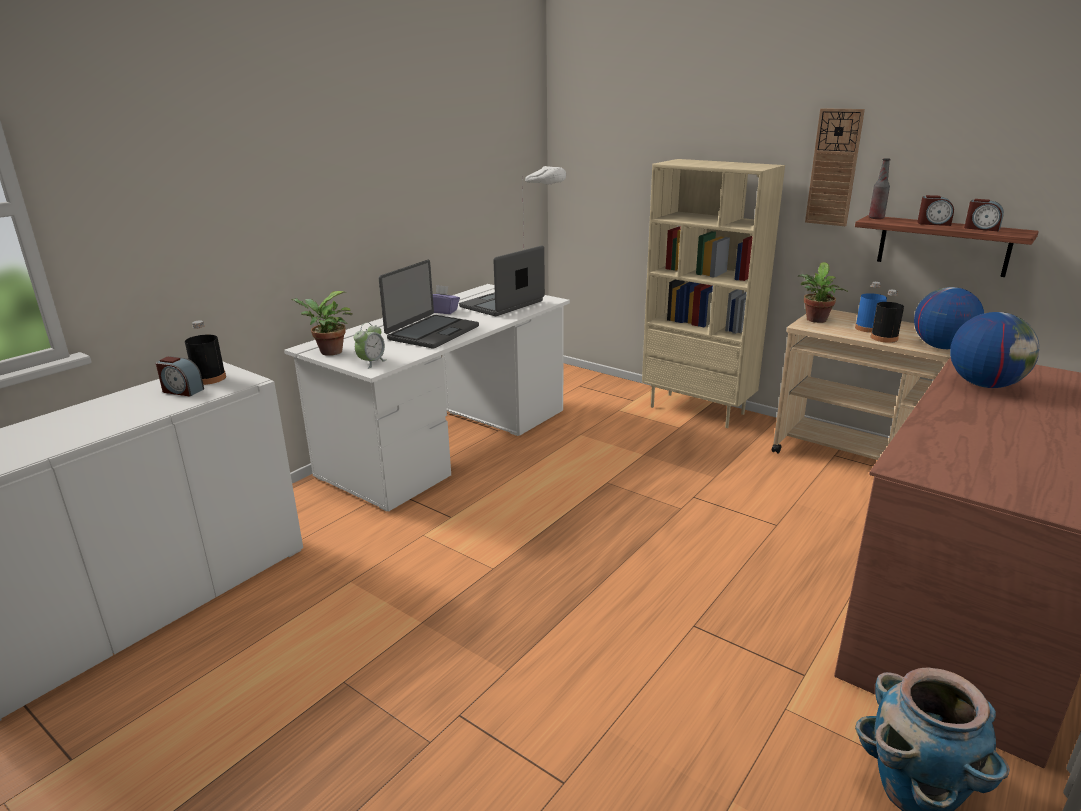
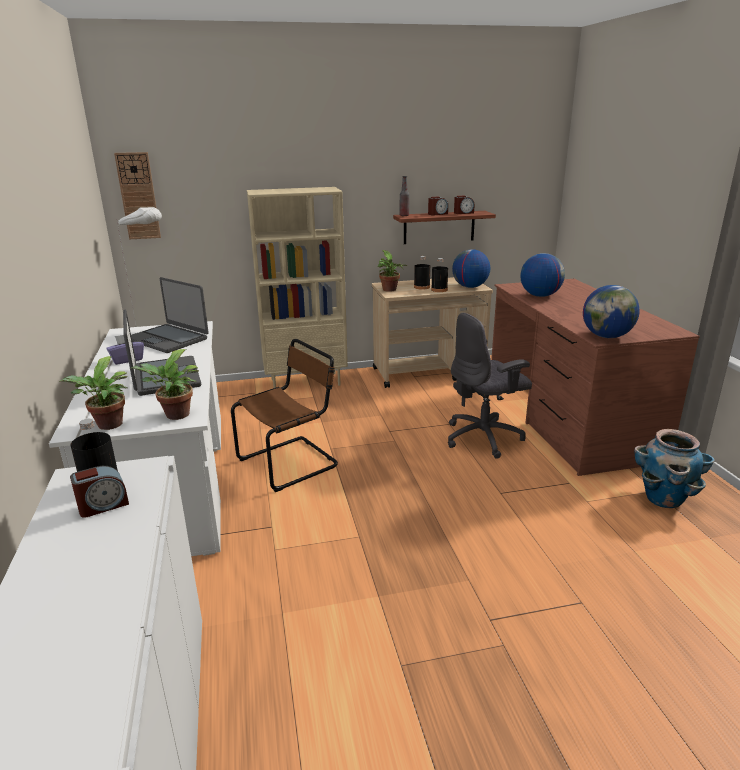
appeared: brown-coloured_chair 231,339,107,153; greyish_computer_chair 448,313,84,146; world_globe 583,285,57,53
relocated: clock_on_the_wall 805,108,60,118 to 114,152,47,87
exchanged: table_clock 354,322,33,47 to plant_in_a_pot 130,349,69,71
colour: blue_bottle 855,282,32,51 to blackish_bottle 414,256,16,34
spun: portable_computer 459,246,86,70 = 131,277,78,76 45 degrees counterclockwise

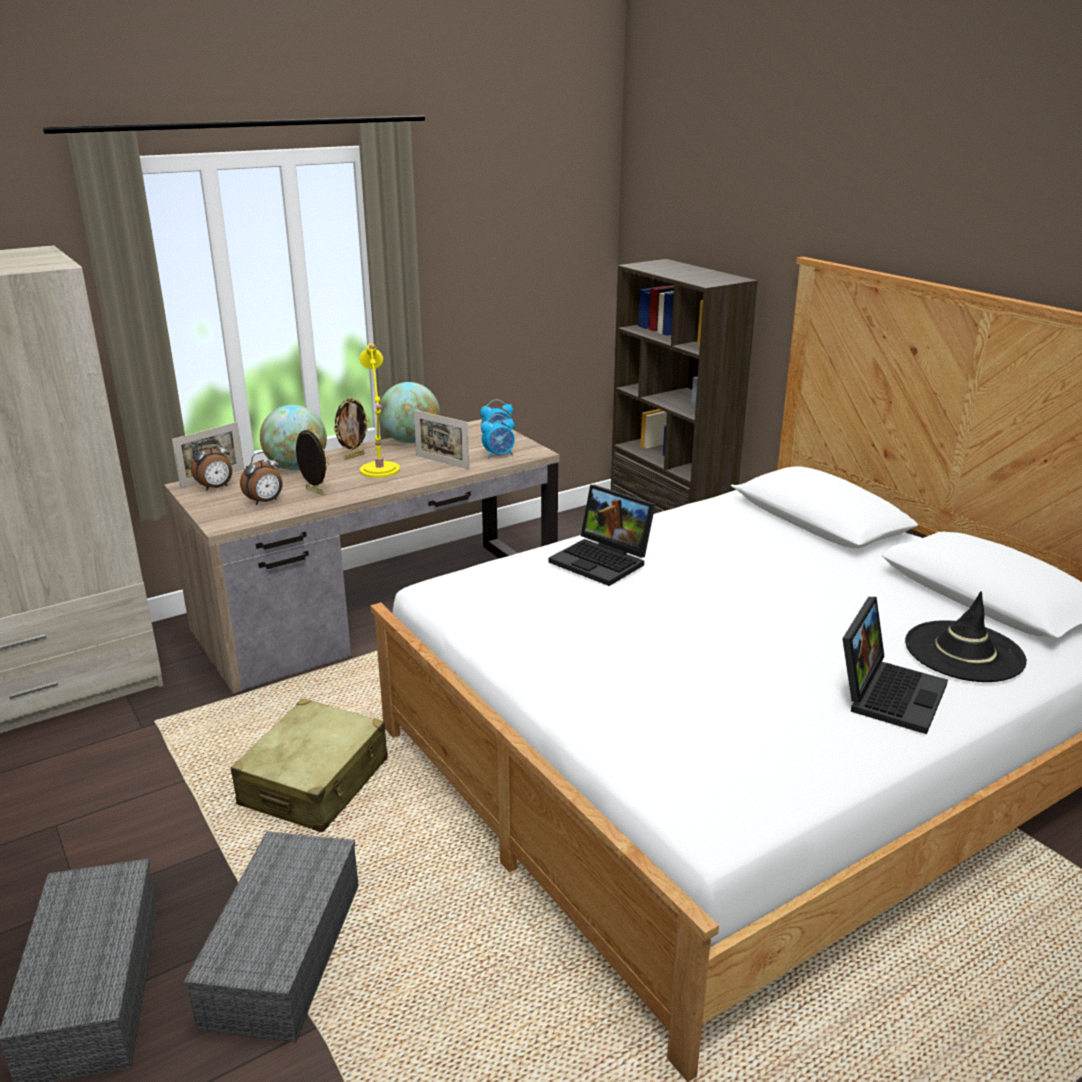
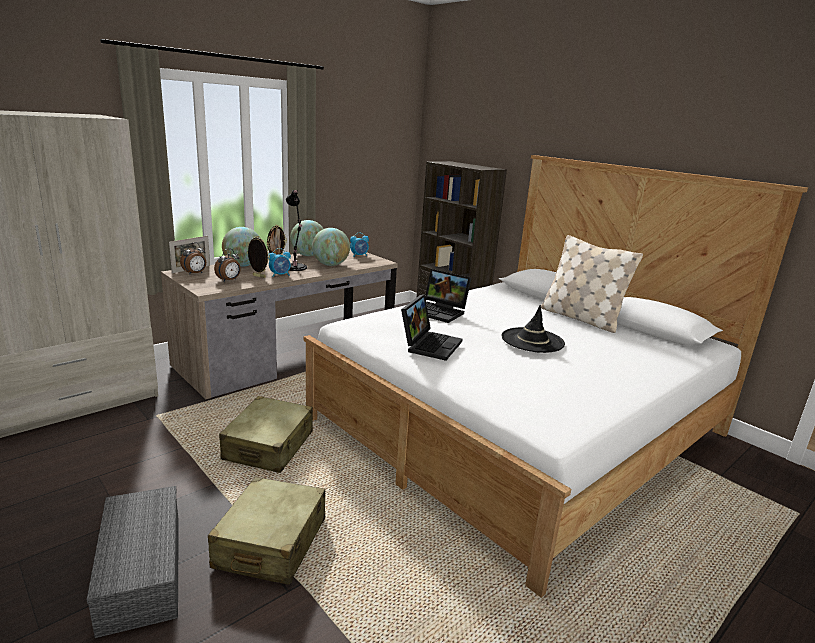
appeared: sand-coloured_pillow 541,235,102,98
relocated: table_clock 481,414,34,45 to 268,248,23,29; portable_computer 842,597,106,137 to 401,294,61,67; blackish_wearable_hat 905,591,122,91 to 502,305,63,48
exchanged: greyish_storage_box 184,831,175,212 to sand-coloured_piece_of_luggage 208,477,117,108; photo_frame 414,410,55,59 to world_globe 312,228,38,38
colour: yellow-coloured_tabletop_lamp 359,343,41,135 to blackish_tabletop_lamp 286,190,21,81

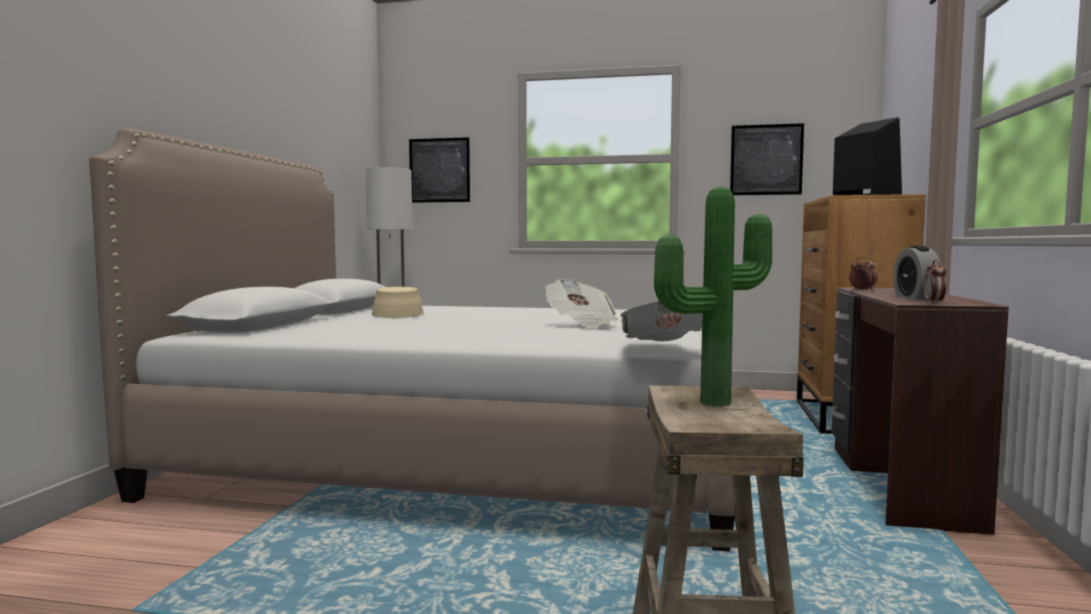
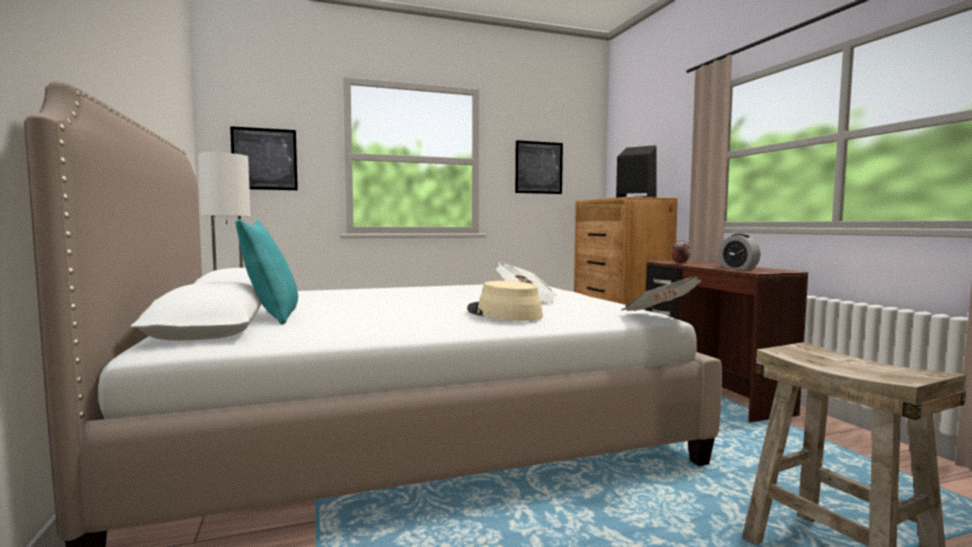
missing: plant_in_a_pot 654,187,118,220; table_clock 924,260,22,43
appeared: blue-green_pillow 235,219,63,105
relocated: sand-coloured_wearable_hat 372,287,52,31 to 467,281,76,40

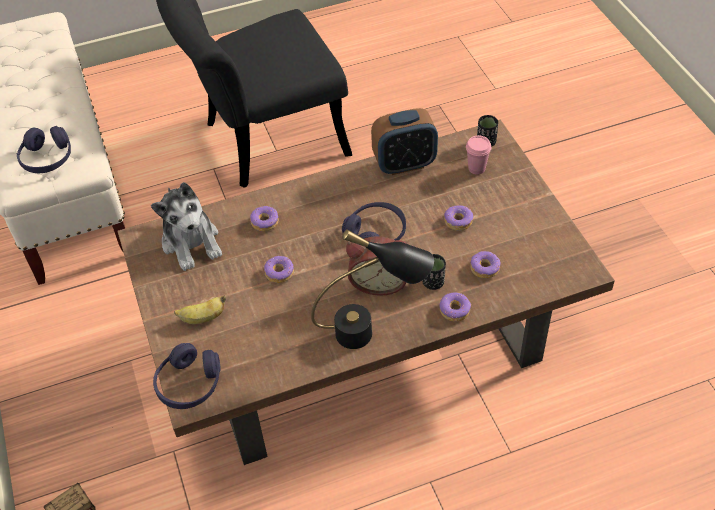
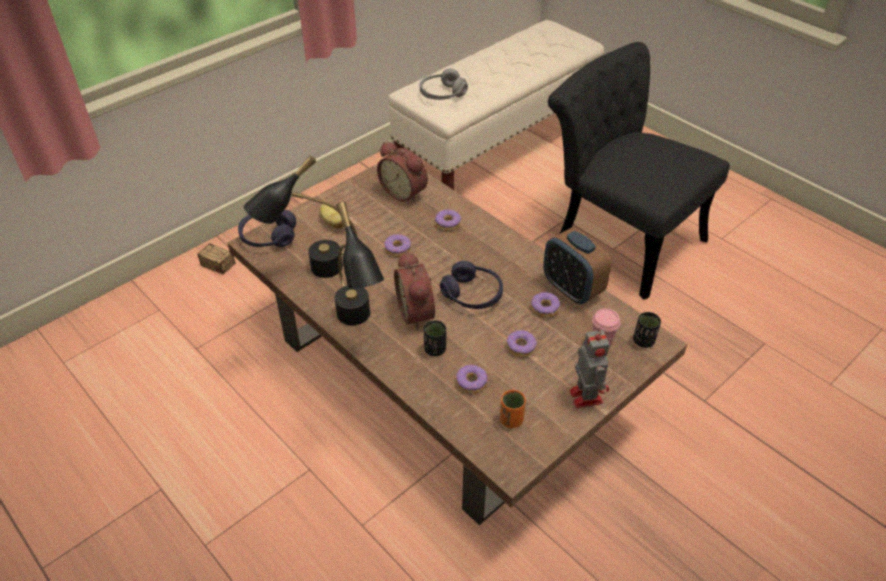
appeared: blackish_tabletop_lamp 244,155,114,123; orangey_small_cup 500,390,26,38; toy_robot 569,328,41,80
relocated: donut 440,292,31,30 to 531,292,29,26
exchanged: cuddly_toy 151,182,71,89 to table_clock 377,142,51,61
colour: purple-coloured_pair_of_headphones 17,126,54,47 to greyish_pair_of_headphones 420,69,48,31

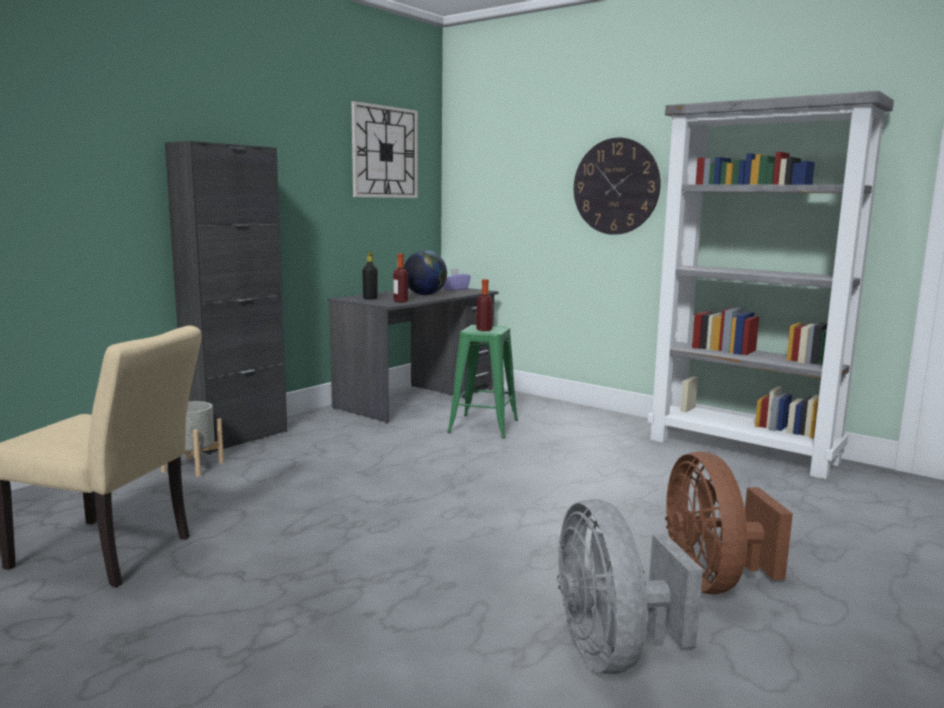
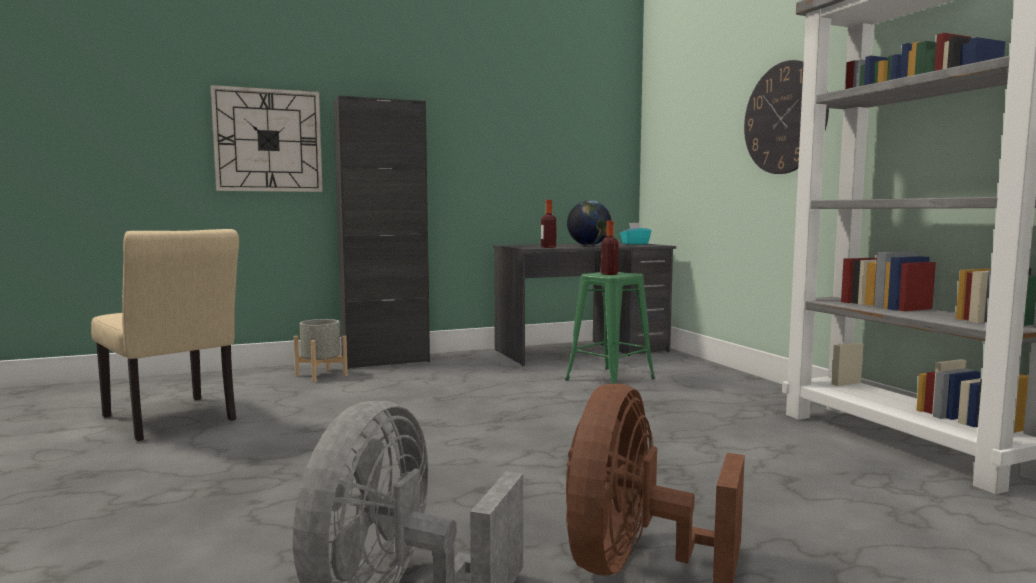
missing: blackish_bottle 362,252,16,48
relocated: clock_on_the_wall 351,101,67,97 to 210,85,113,107
colour: purple-coloured_box_of_tissues 443,268,28,23 to blue-green_box_of_tissues 620,223,31,22

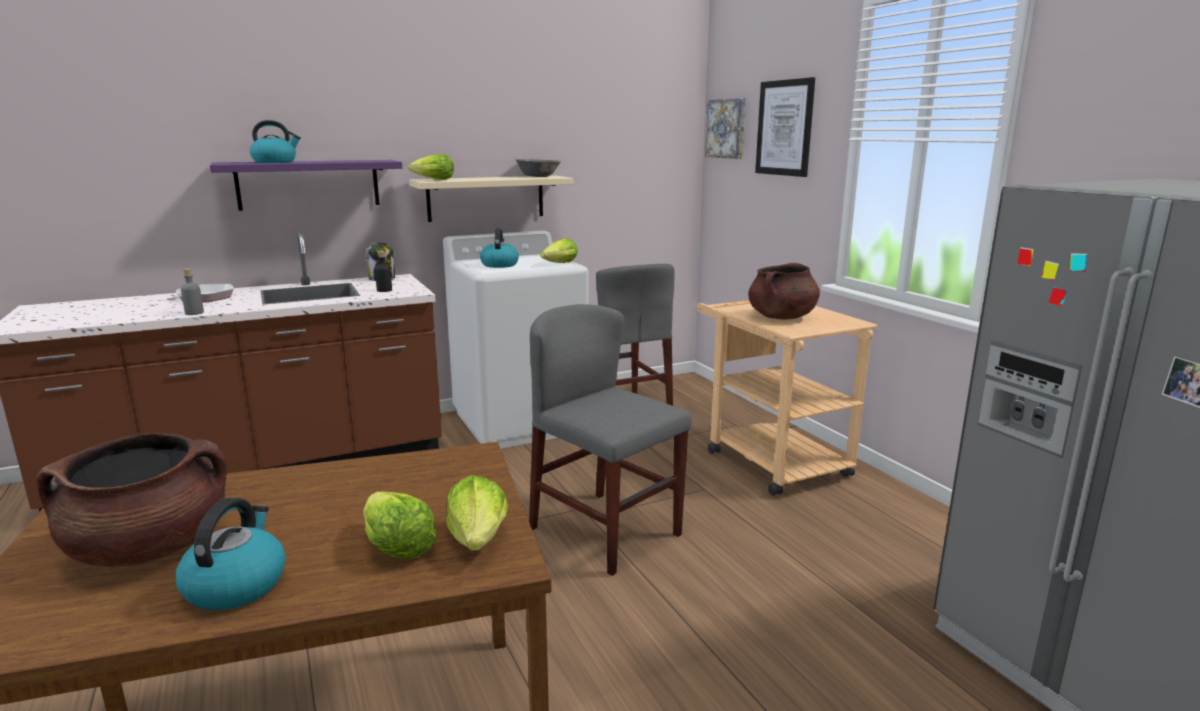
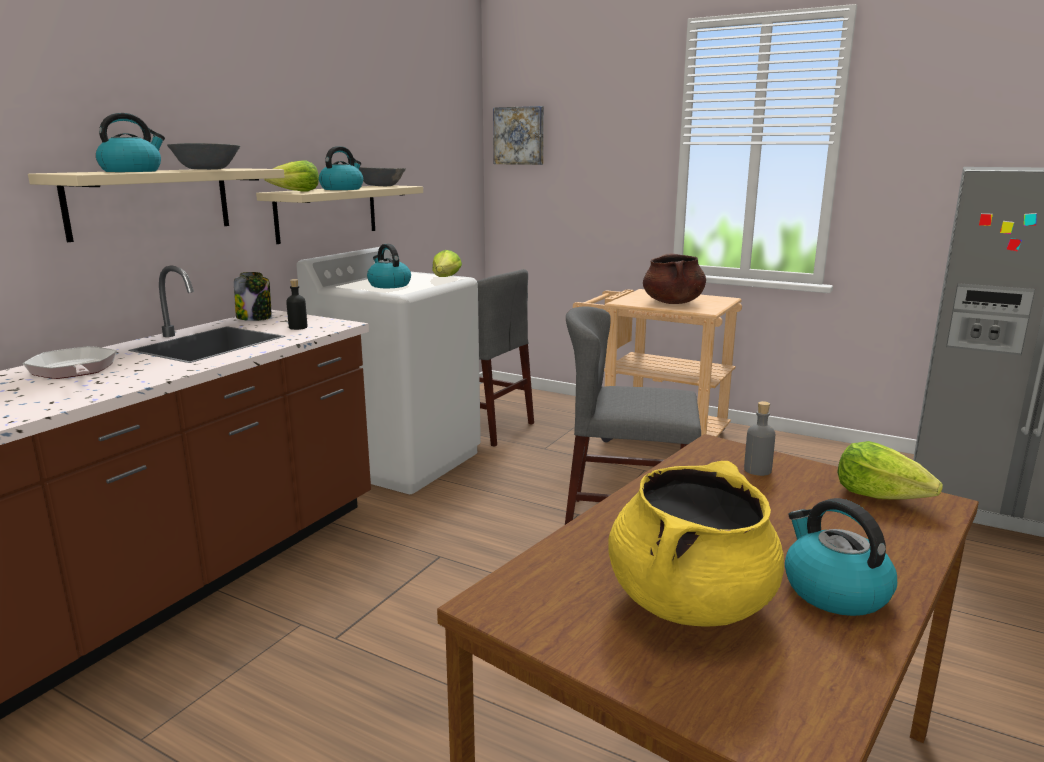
missing: lettuce 363,492,73,68; picture 755,77,60,100
appeared: greyish_bowl 167,143,73,27; kettle 319,146,44,44
relocated: greyish_bottle 181,268,23,47 to 744,401,31,75
colour: purple-coloured_wall_shelf 210,160,192,51 to sand-coloured_wall_shelf 28,168,257,74; brown-coloured_saucepot 36,433,192,134 to yellow-coloured_saucepot 608,461,176,165

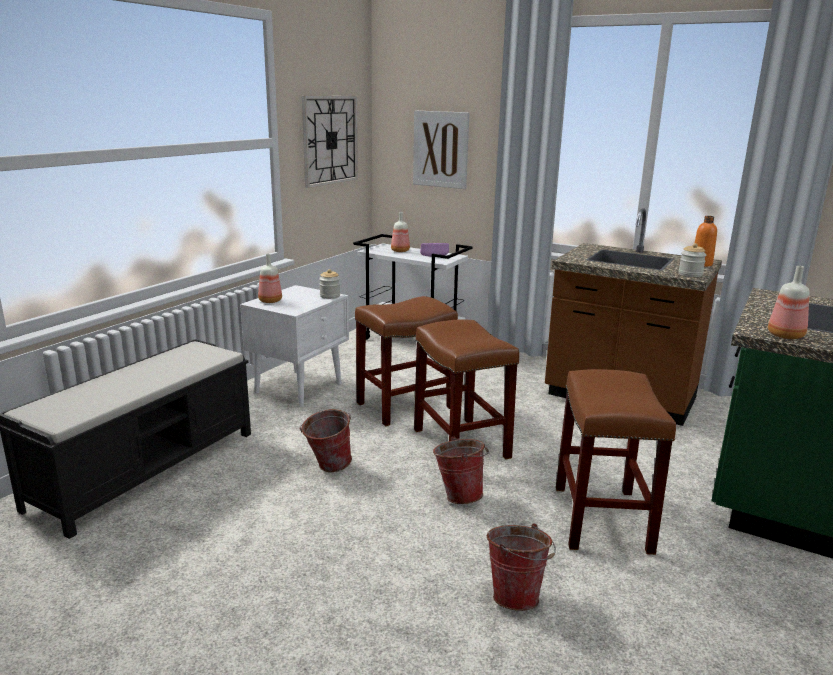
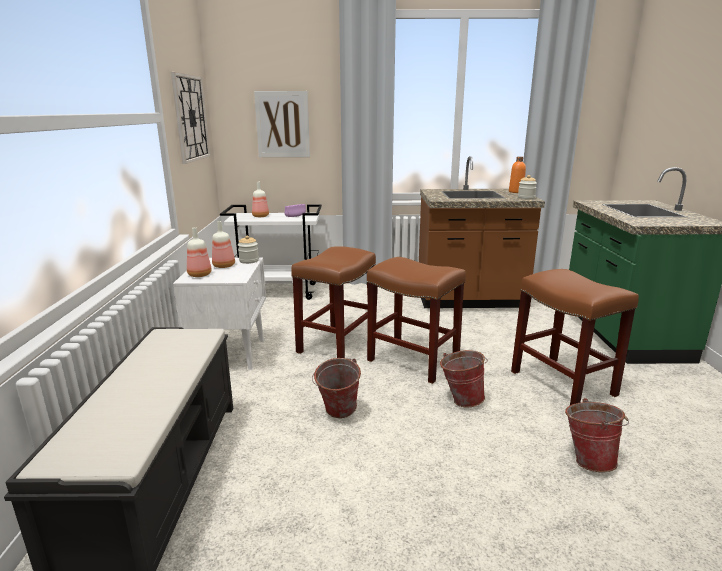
relocated: bottle 768,266,41,73 to 212,221,23,47

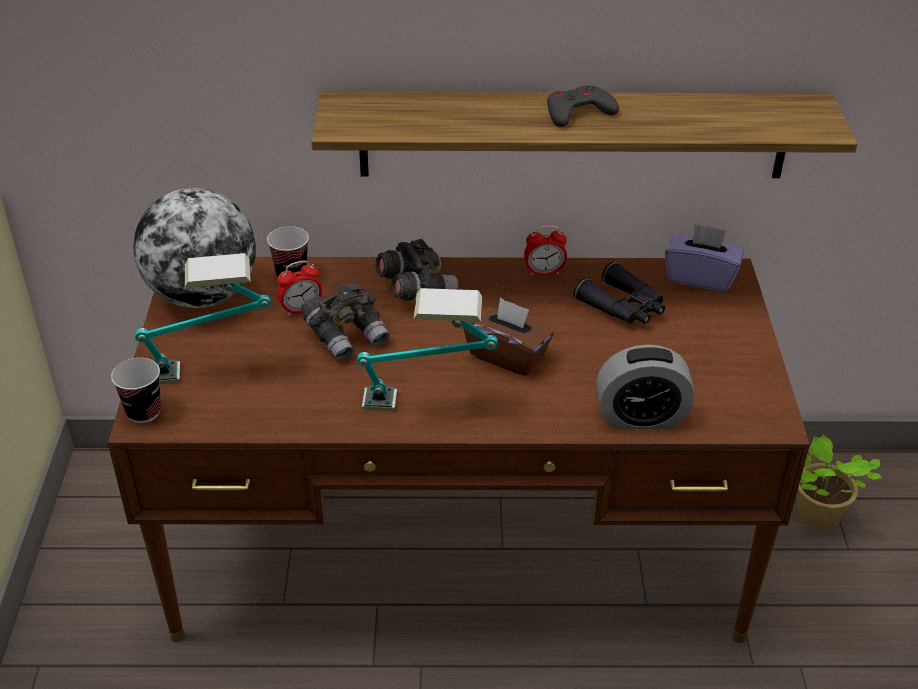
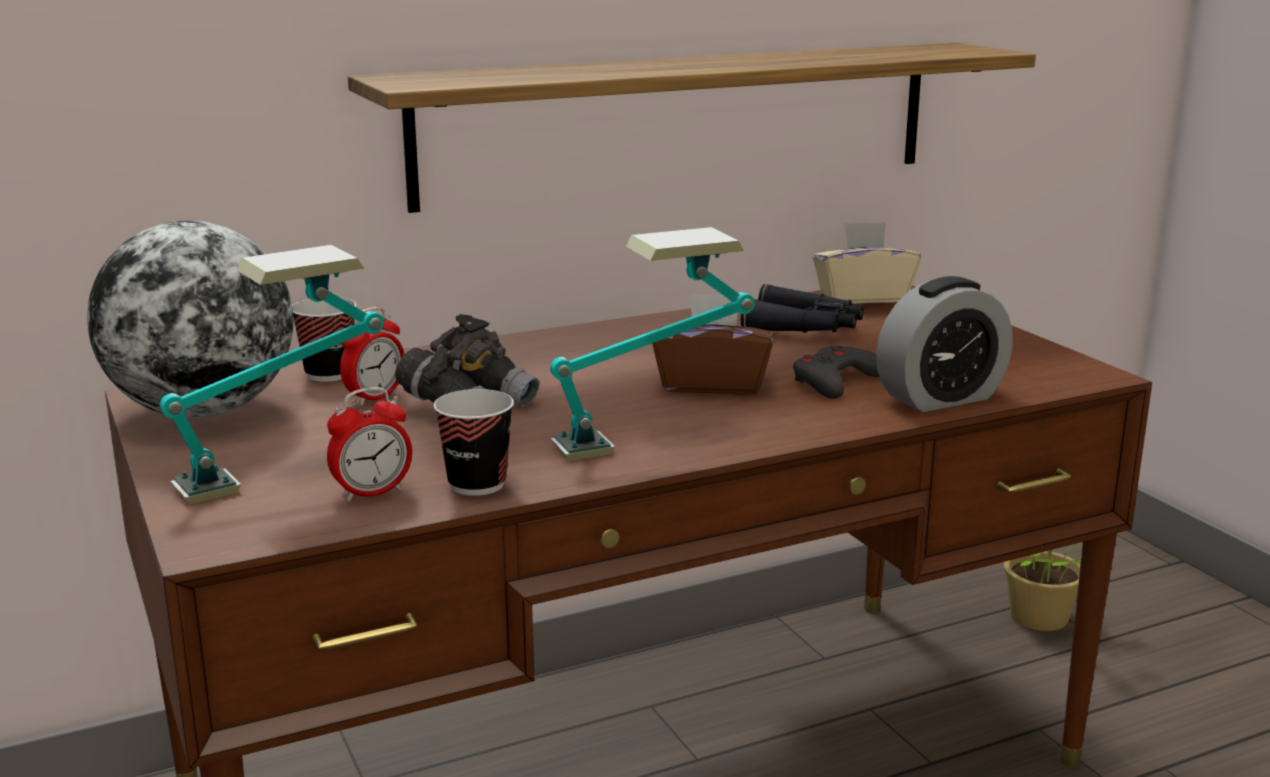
missing: greyish_binoculars 375,239,83,62
relocated: table_clock 524,225,43,51 to 327,387,85,115; small_cup 111,358,50,65 to 433,389,81,107; greyish_gamepad 547,85,72,42 to 793,346,87,53
colour: purple-coloured_box_of_tissues 665,223,79,69 to sand-coloured_box_of_tissues 812,222,109,82

